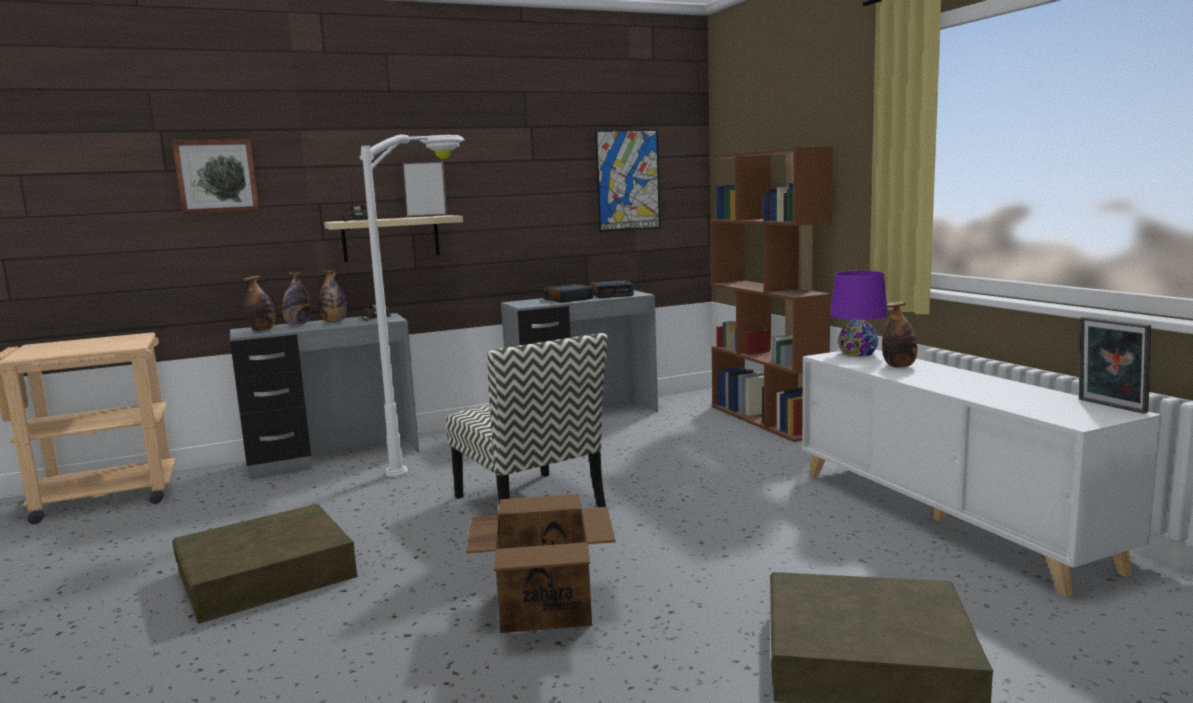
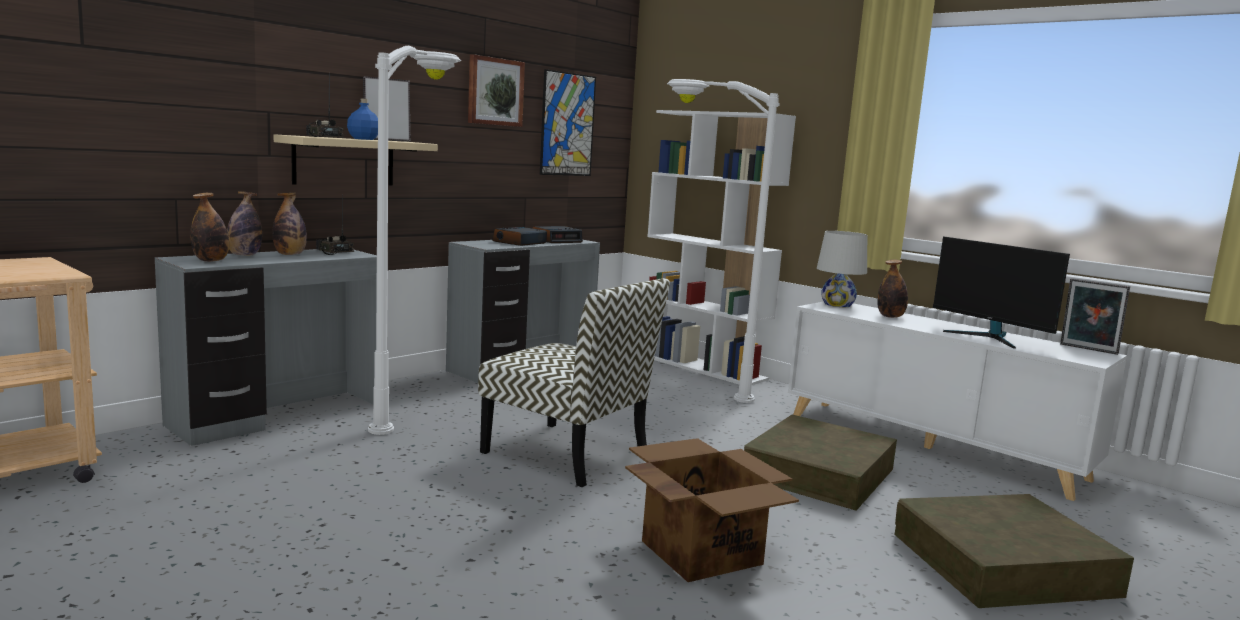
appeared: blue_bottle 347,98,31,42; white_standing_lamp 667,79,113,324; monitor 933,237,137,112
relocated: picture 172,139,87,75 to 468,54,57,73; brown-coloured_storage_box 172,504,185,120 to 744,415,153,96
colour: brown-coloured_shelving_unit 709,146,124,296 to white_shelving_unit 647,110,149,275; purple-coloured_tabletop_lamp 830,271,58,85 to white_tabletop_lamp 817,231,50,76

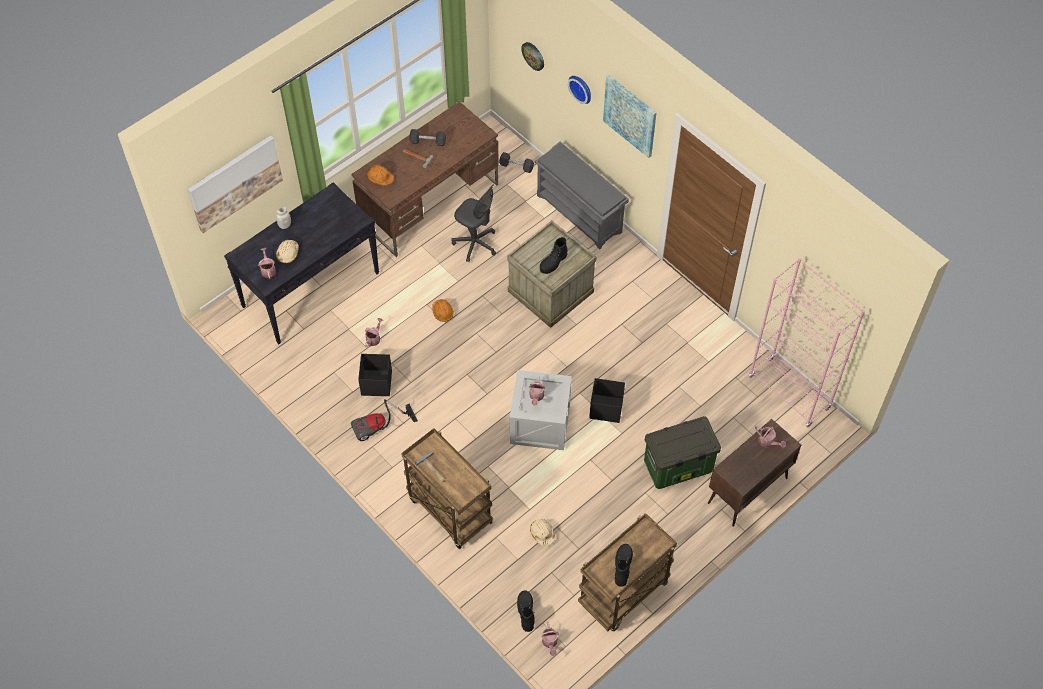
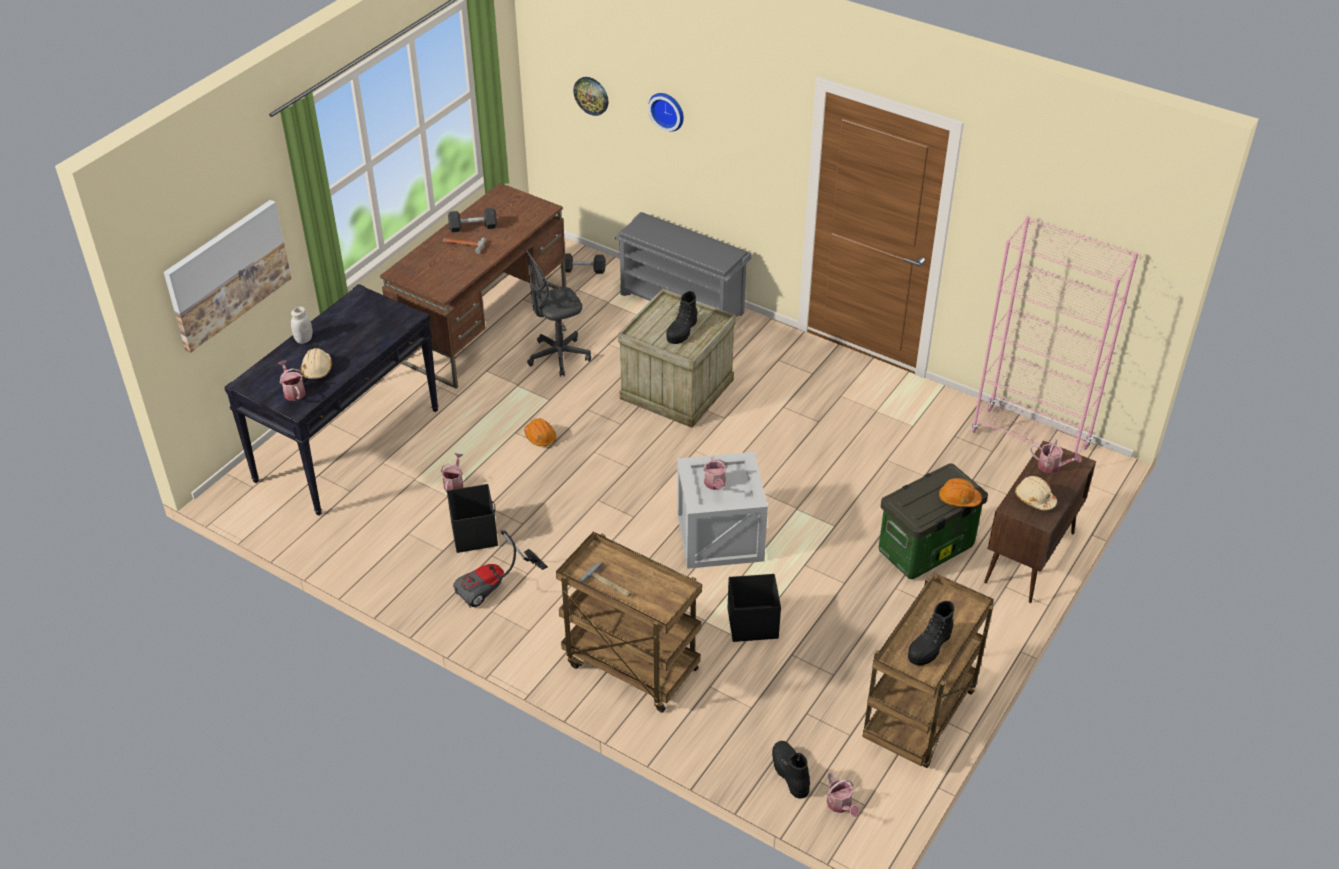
missing: picture 603,75,54,83
relocated: blackish_storage_box 589,378,36,45 to 727,574,54,68; orangey_safety_helmet 367,165,27,21 to 939,478,43,29; sand-coloured_safety_helmet 530,519,25,27 to 1015,476,42,34
spun: greyish_computer_chair 452,185,44,77 = 525,249,66,128 135 degrees clockwise; blackish_high-top_boot 615,544,18,42 = 908,601,46,64 135 degrees counterclockwise

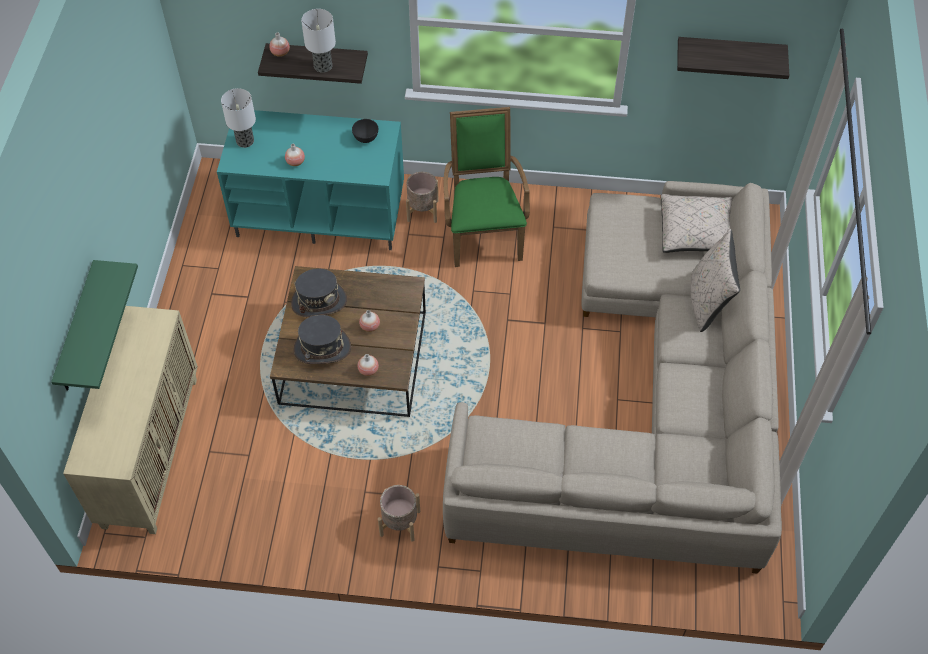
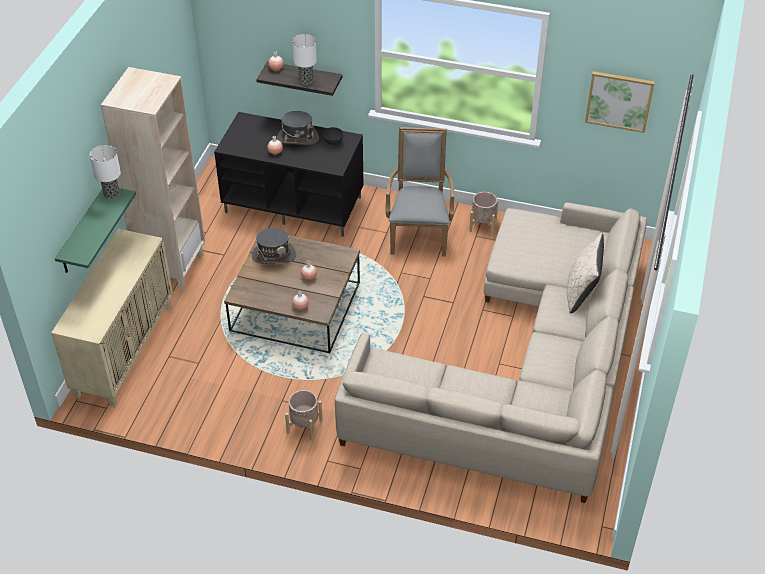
missing: sand-coloured_pillow 660,194,72,59
appeared: sand-coloured_shelving_unit 101,67,104,224
relocated: tabletop_lamp 221,88,35,60 to 90,145,31,54; greyish_wearable_hat 294,315,57,49 to 277,111,42,34; sand-coloured_planter 406,172,32,51 to 469,192,29,43
exchanged: wall_shelf 677,37,112,42 to picture 585,71,70,62
colour: blue-green_tv_unit 217,109,187,141 to blackish_tv_unit 214,112,149,125; greenish_lounge_chair 444,107,86,160 to greyish_lounge_chair 386,127,68,130

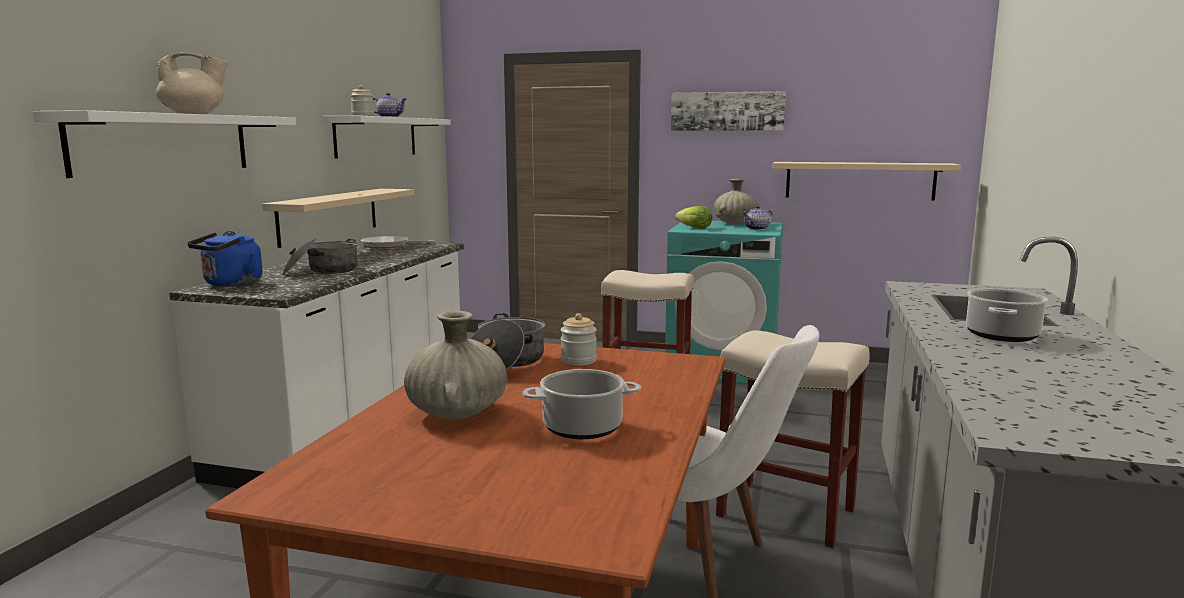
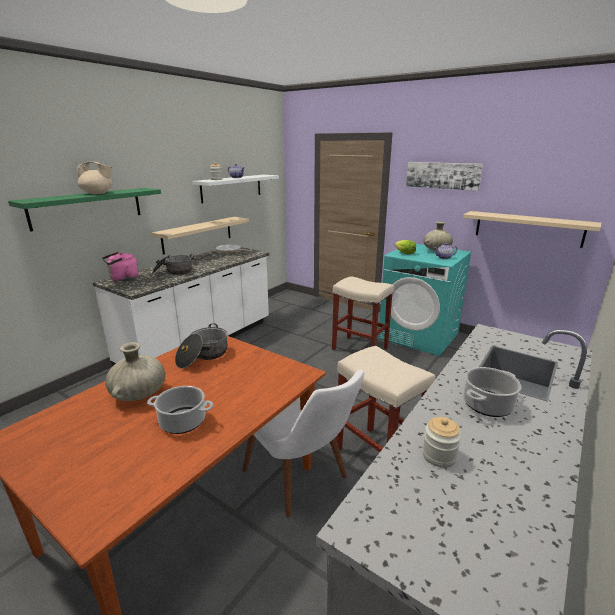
relocated: preserve_jar 561,313,36,53 to 422,417,39,51
colour: white_wall_shelf 33,110,263,68 to greenish_wall_shelf 8,188,153,44; blue_kettle 187,231,76,56 to pink_kettle 102,252,37,29

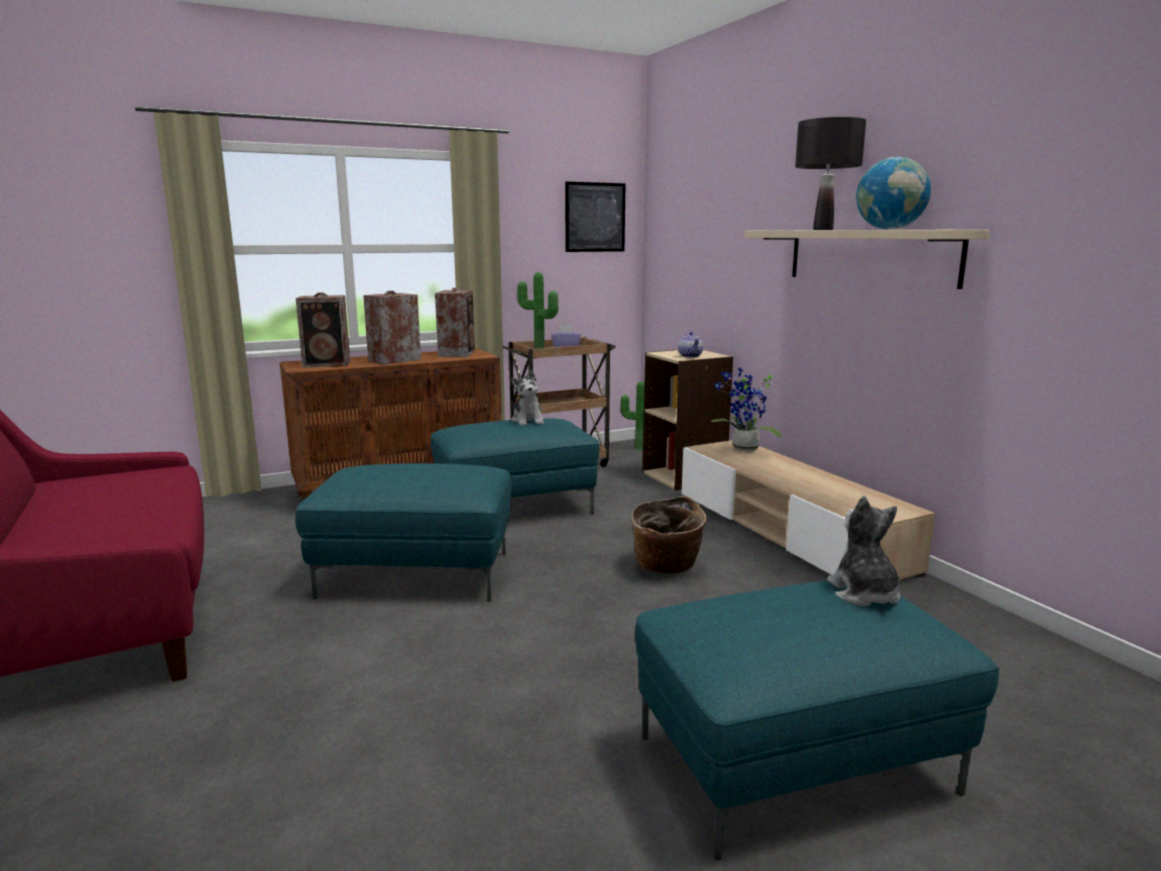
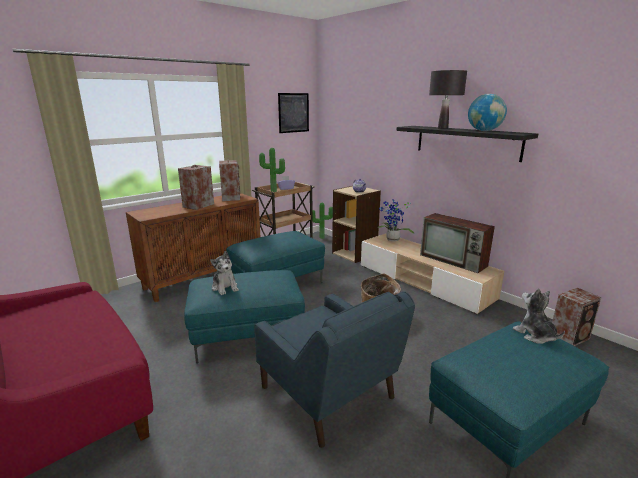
appeared: blue_lounge_chair 254,291,161,157; television 420,213,75,60
relocated: cuddly_toy 511,370,33,56 to 210,251,29,44; speaker 296,292,54,76 to 552,288,50,58
colour: sand-coloured_wall_shelf 744,230,246,59 to blackish_wall_shelf 396,126,142,36

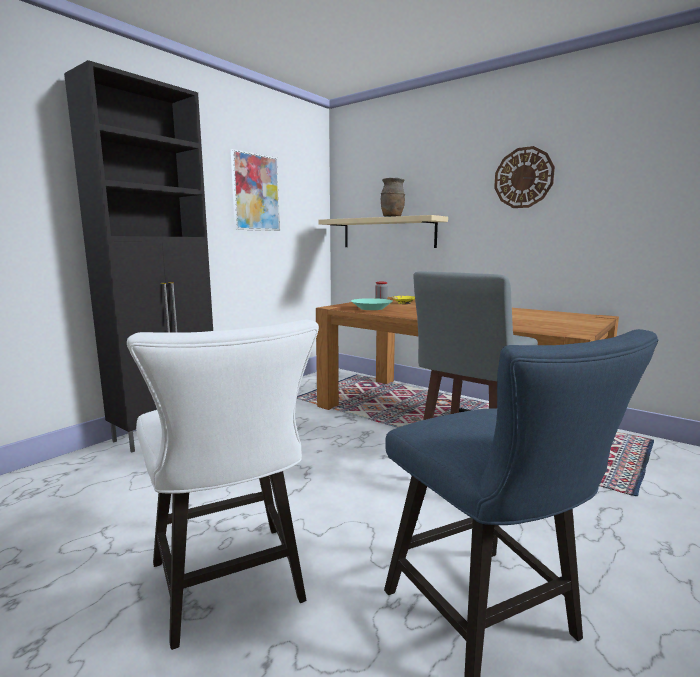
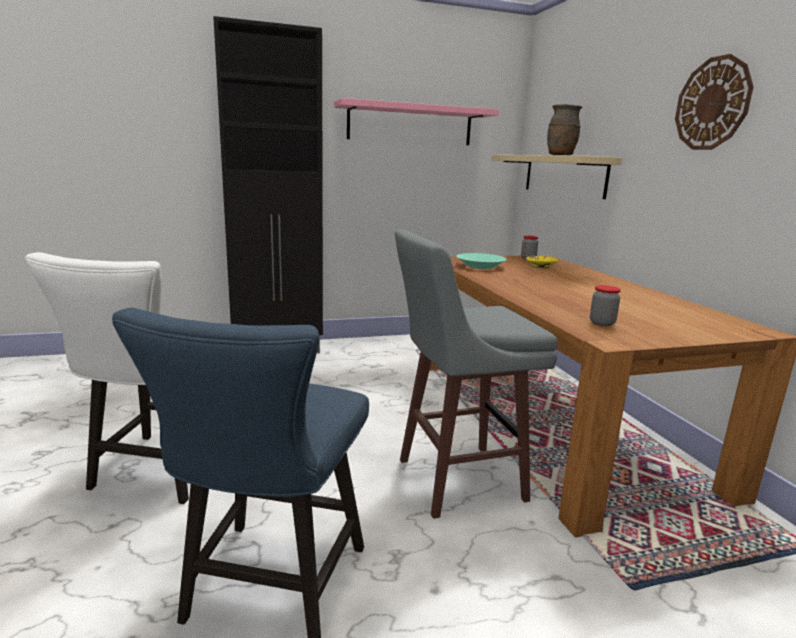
appeared: preserve_jar 590,285,31,41
exchanged: picture 231,149,49,82 to pink_wall_shelf 334,98,165,47

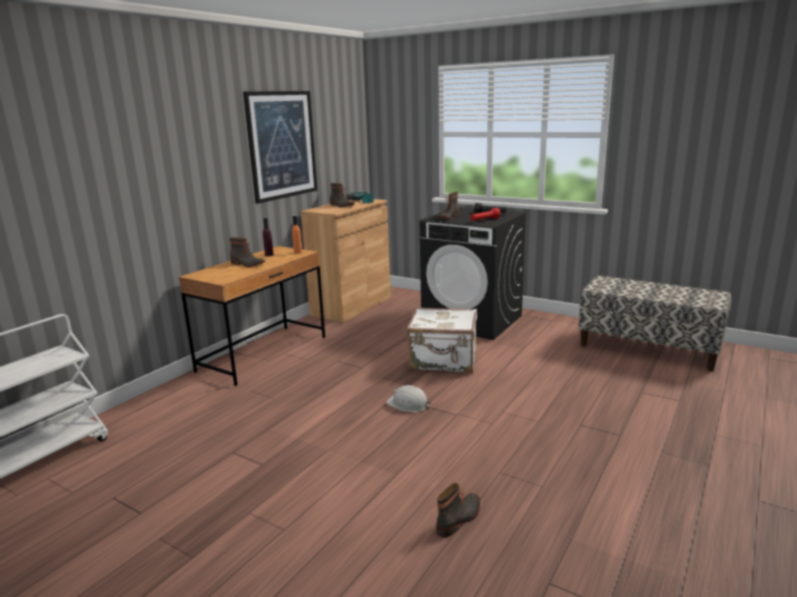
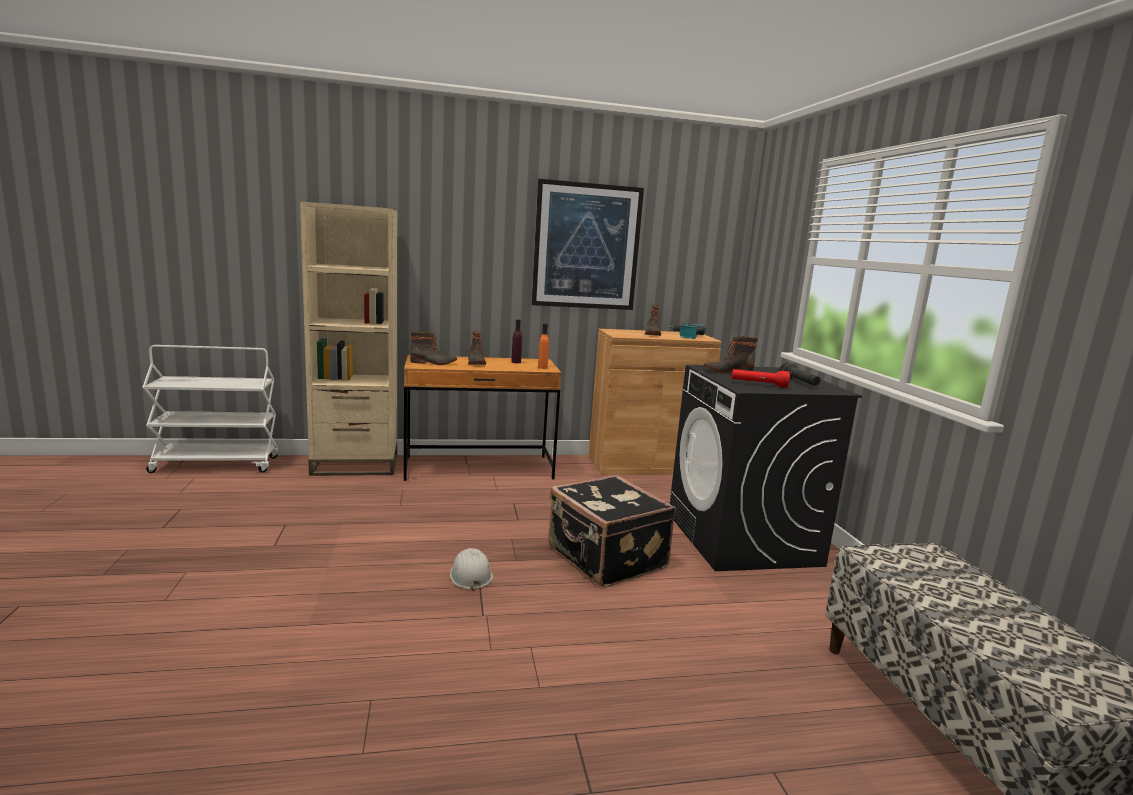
appeared: sand-coloured_shelving_unit 300,201,97,275
relocated: high-top_boot 436,483,44,55 to 410,332,47,33
colour: white_piece_of_luggage 407,307,70,65 to blackish_piece_of_luggage 548,475,128,112

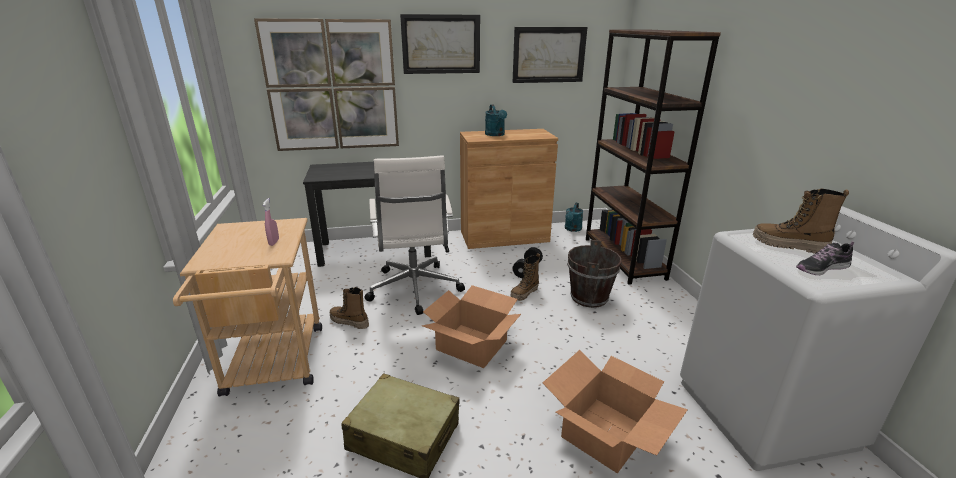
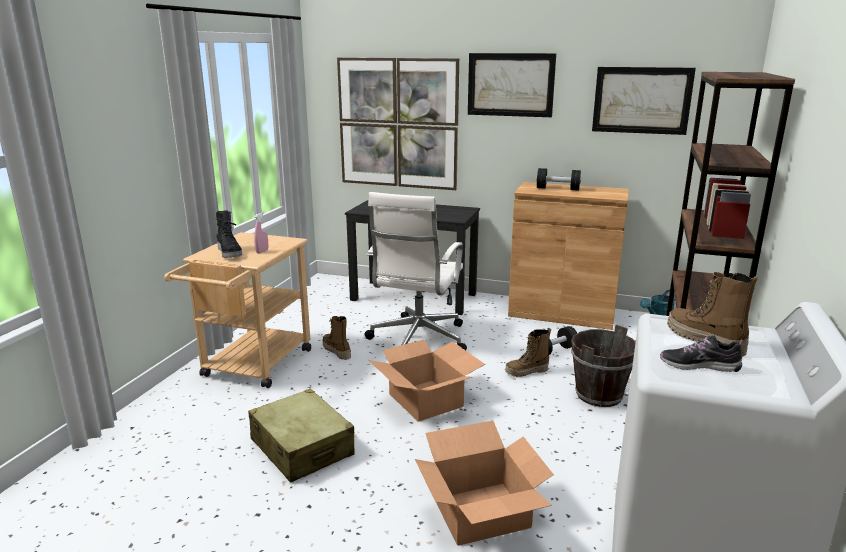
appeared: blackish_high-top_boot 216,211,26,47
exchanged: blue-green_watering_can 485,104,22,32 to blackish_hand_weight 537,168,44,23

